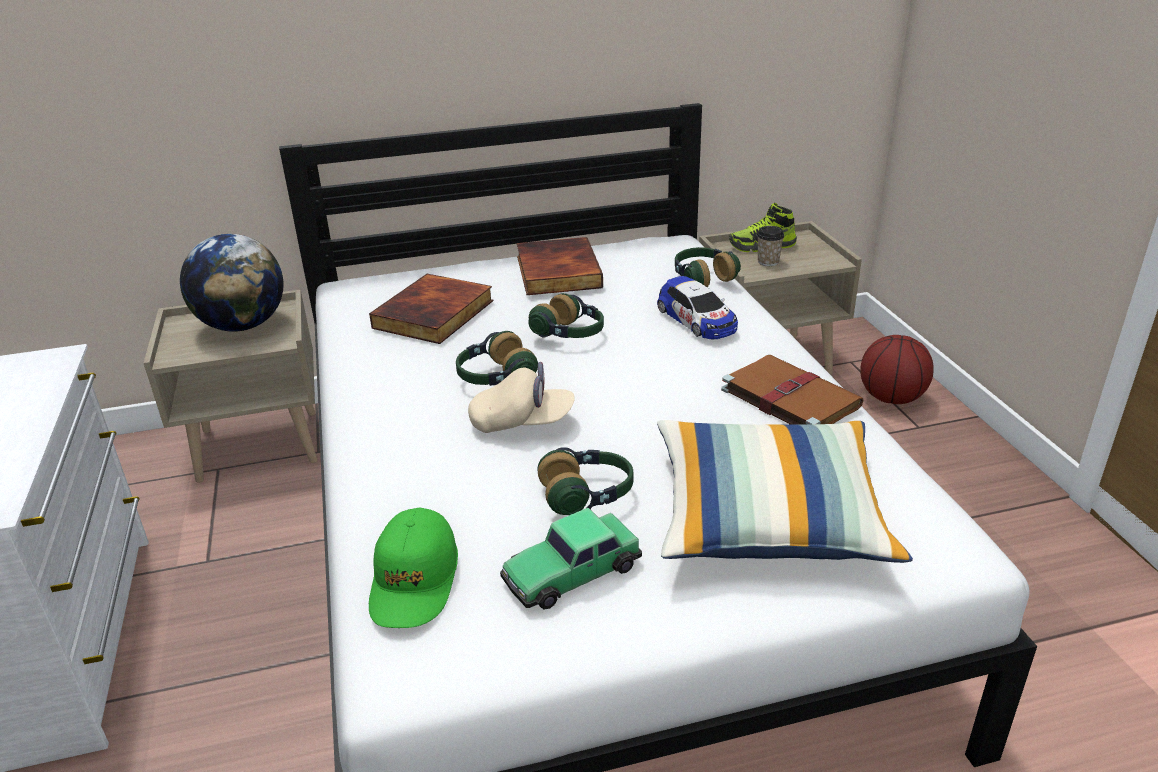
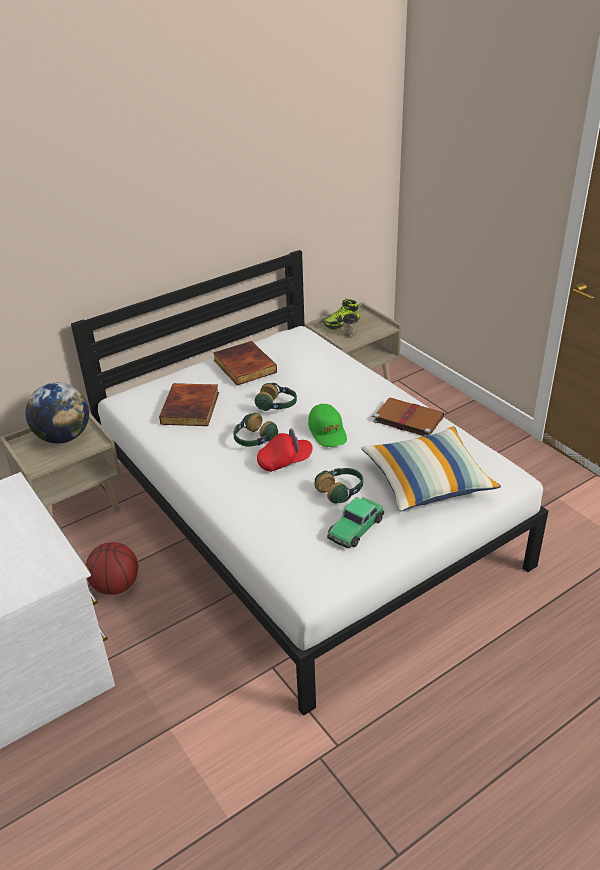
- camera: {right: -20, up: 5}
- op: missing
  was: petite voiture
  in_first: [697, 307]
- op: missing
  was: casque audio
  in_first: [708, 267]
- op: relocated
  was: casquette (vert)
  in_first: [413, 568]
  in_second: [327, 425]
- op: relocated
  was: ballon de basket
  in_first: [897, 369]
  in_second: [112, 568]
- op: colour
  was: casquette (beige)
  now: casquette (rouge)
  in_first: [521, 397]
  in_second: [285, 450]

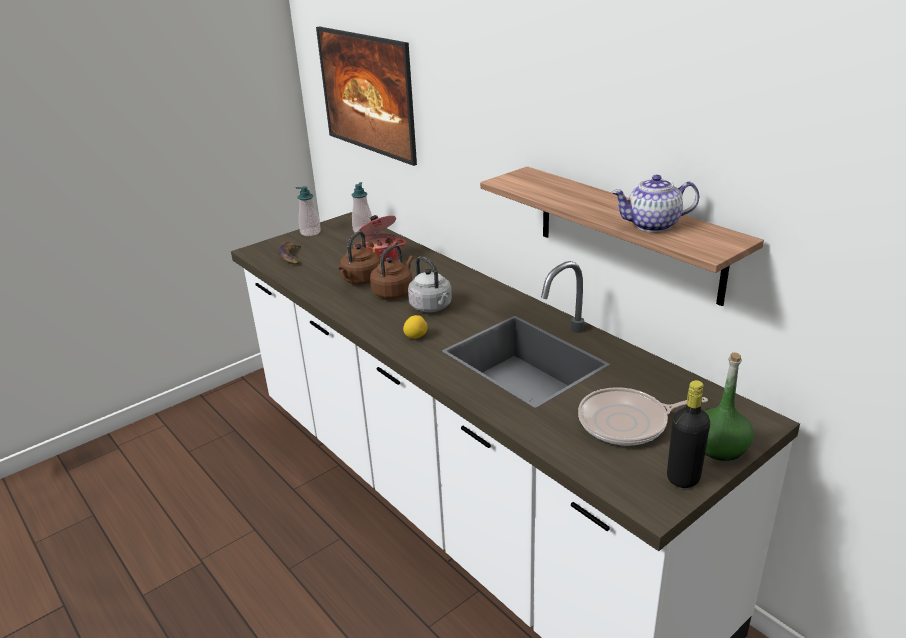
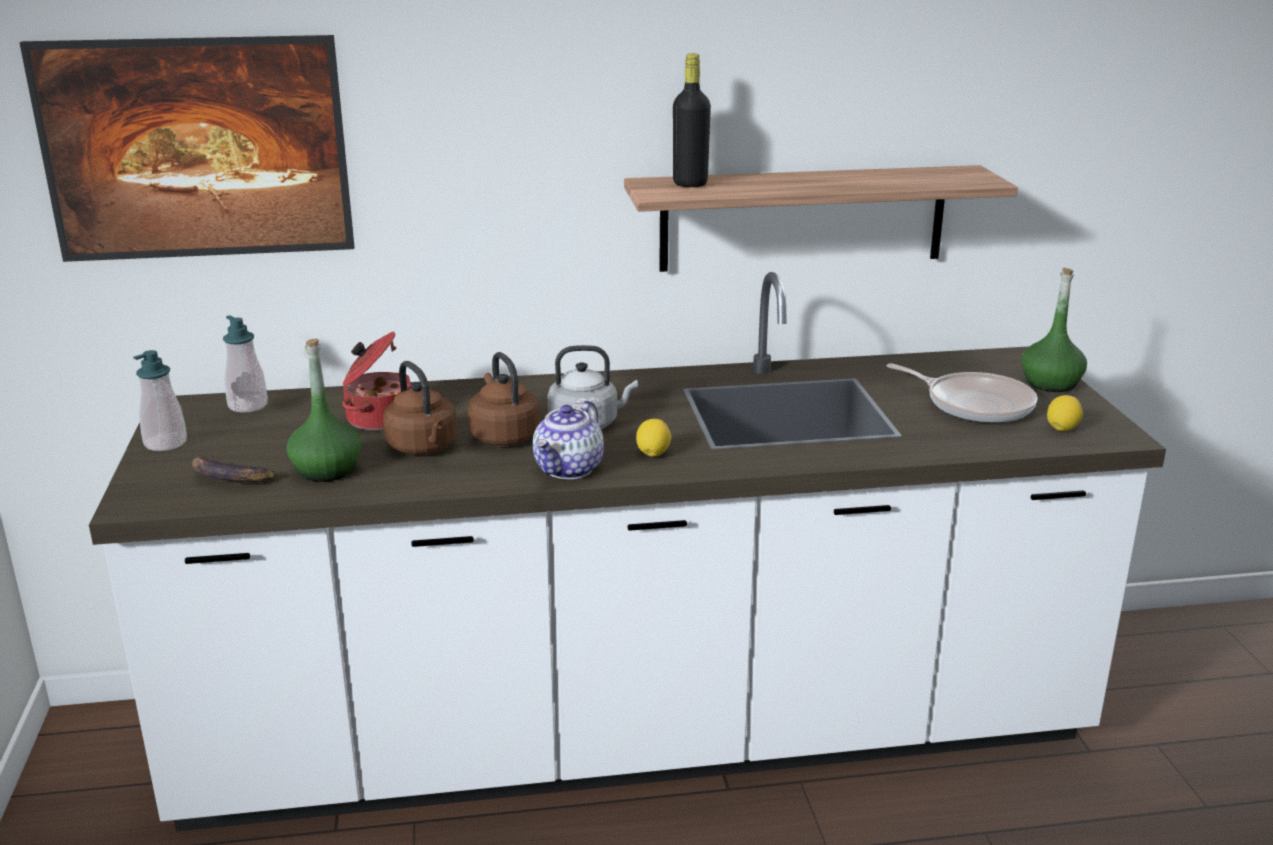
- camera: {right: -60, up: -5}
- op: appeared
  now: bouteille (vert)
  in_second: [324, 410]
- op: appeared
  now: citron
  in_second: [1065, 413]
- op: relocated
  was: théière
  in_first: [655, 203]
  in_second: [568, 439]
- op: relocated
  was: bouteille (noir)
  in_first: [688, 434]
  in_second: [692, 120]
- op: spun
  was: poêle
  in_first: [643, 416]
  in_second: [962, 393]
  clockwise: -75

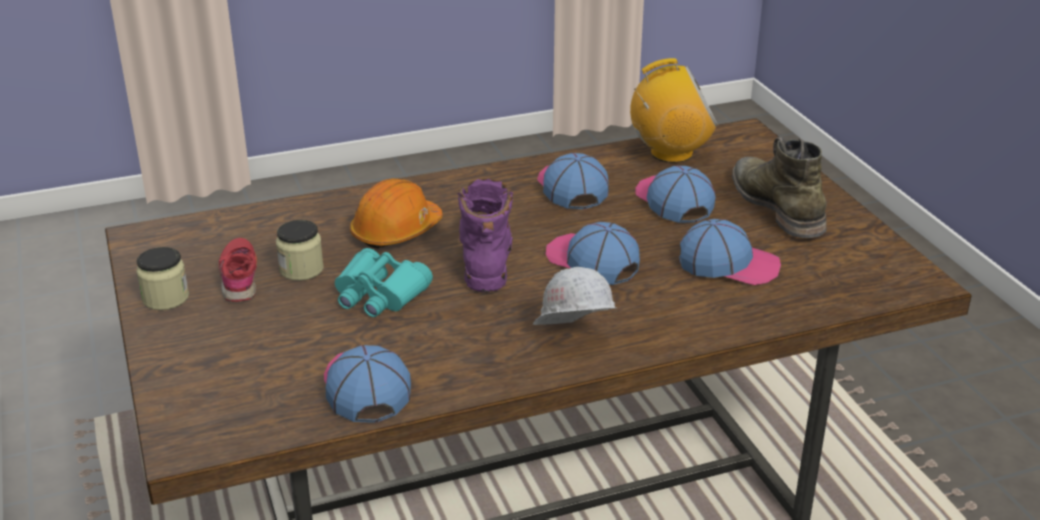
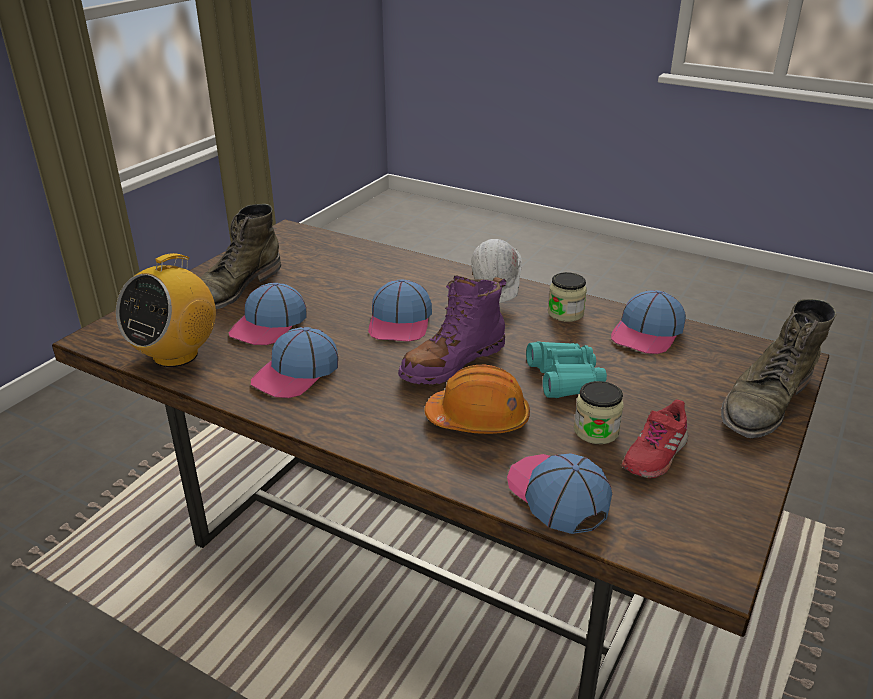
- camera: {right: -130, up: 0}
- op: appeared
  now: botte (vert)
  in_second: [778, 368]
- op: relocated
  was: bocal
  in_first: [162, 278]
  in_second: [567, 297]
- op: relocated
  was: casquette
  in_first: [730, 252]
  in_second: [559, 493]
- op: spun
  was: radio
  in_first: [674, 110]
  in_second: [166, 310]
  clockwise: -105

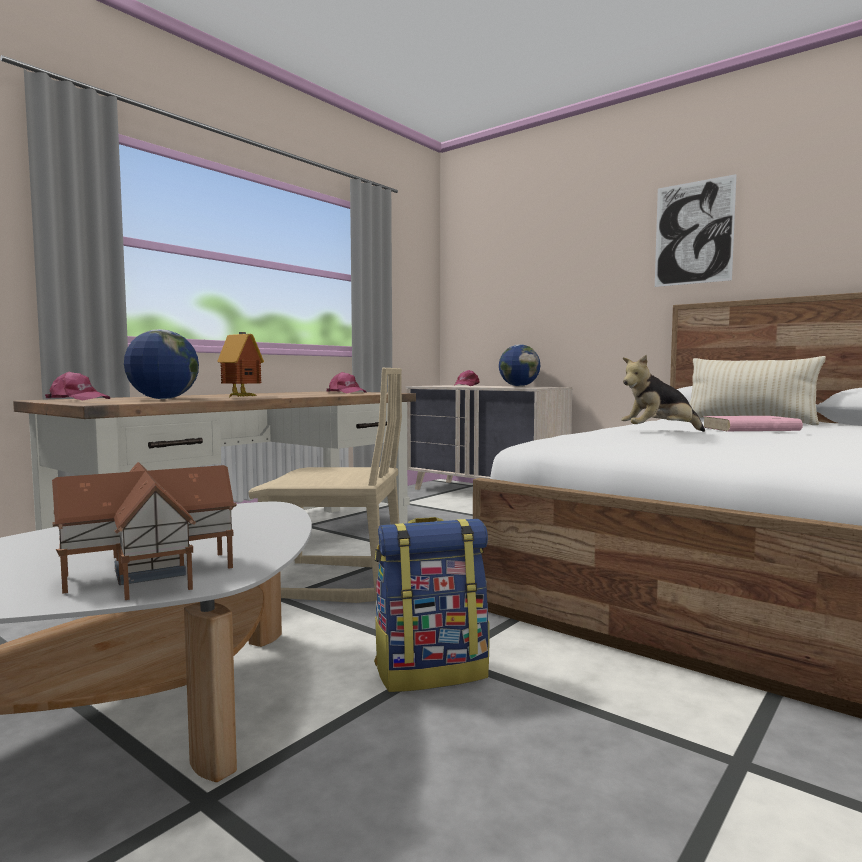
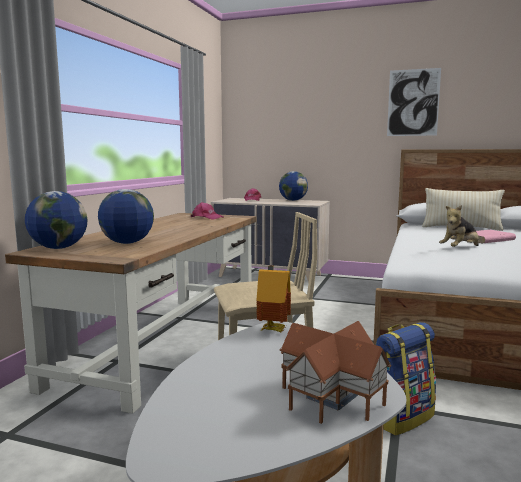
- camera: {right: -20, up: 5}
- op: relocated
  was: maison miniature
  in_first: [240, 364]
  in_second: [273, 298]
- op: exchanged
  was: casquette (rose)
  now: globe
  in_first: [77, 386]
  in_second: [56, 220]

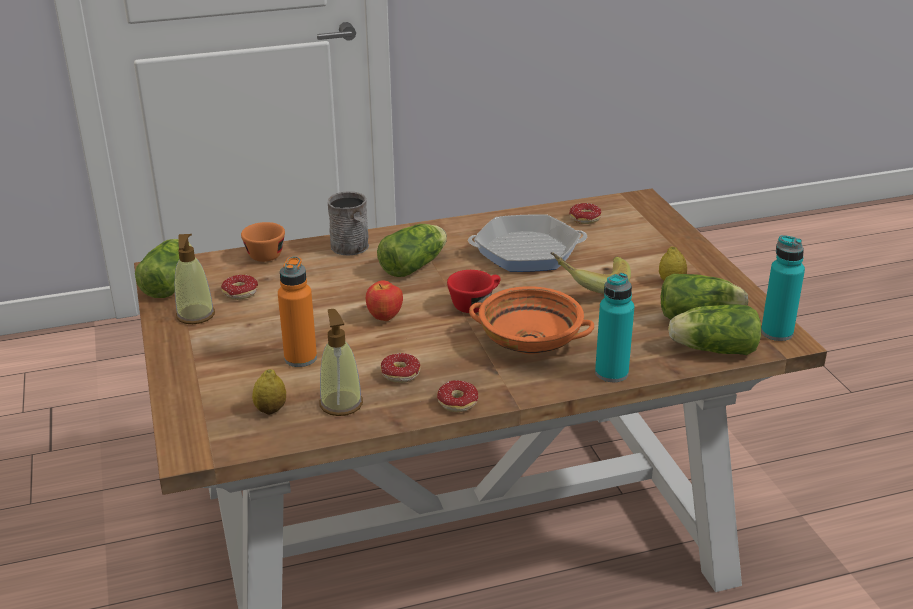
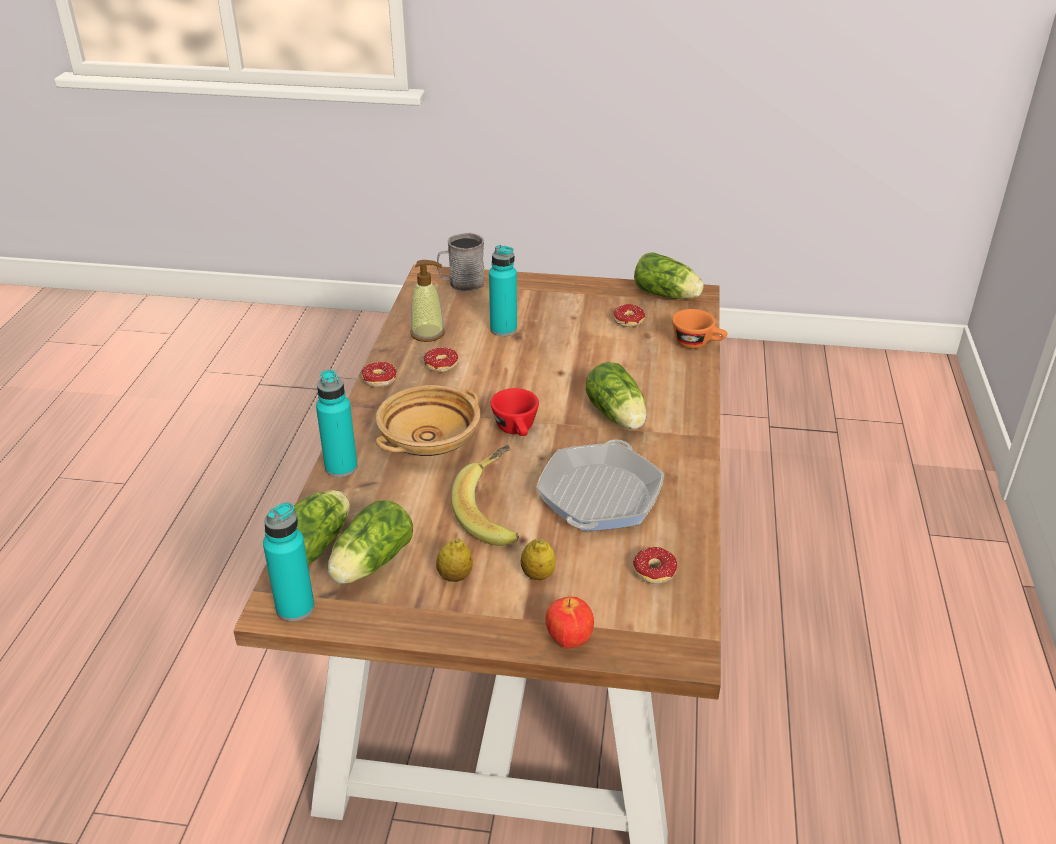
- camera: {right: 115, up: 5}
- op: missing
  was: distributeur de savon
  in_first: [195, 279]
- op: relocated
  was: citron
  in_first: [269, 392]
  in_second: [538, 560]
- op: relocated
  was: mug (gris)
  in_first: [348, 223]
  in_second: [461, 262]
- op: relocated
  was: pomme
  in_first: [384, 300]
  in_second: [570, 623]
- op: colour
  was: bouteille (orange)
  now: bouteille (turquoise)
  in_first: [297, 312]
  in_second: [503, 290]
- op: colour
  was: bol (orange)
  now: bol (beige)
  in_first: [531, 320]
  in_second: [428, 420]

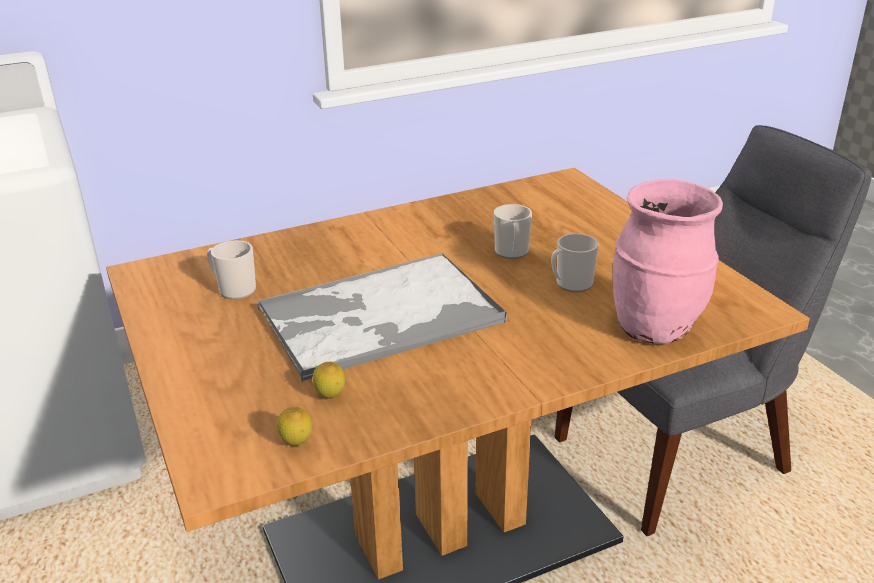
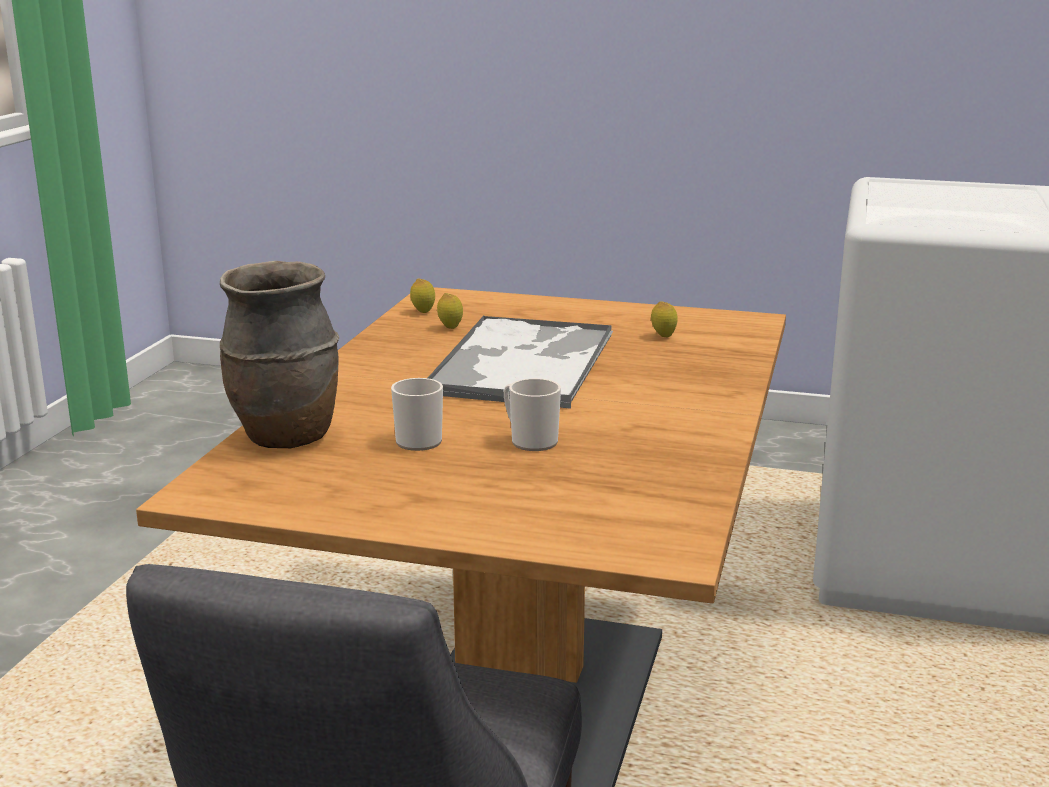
- camera: {right: 130, up: -10}
- op: exchanged
  was: mug
  now: citron
  in_first: [231, 270]
  in_second: [664, 319]
- op: colour
  was: vase (rose)
  now: vase (marron)
  in_first: [668, 261]
  in_second: [279, 354]

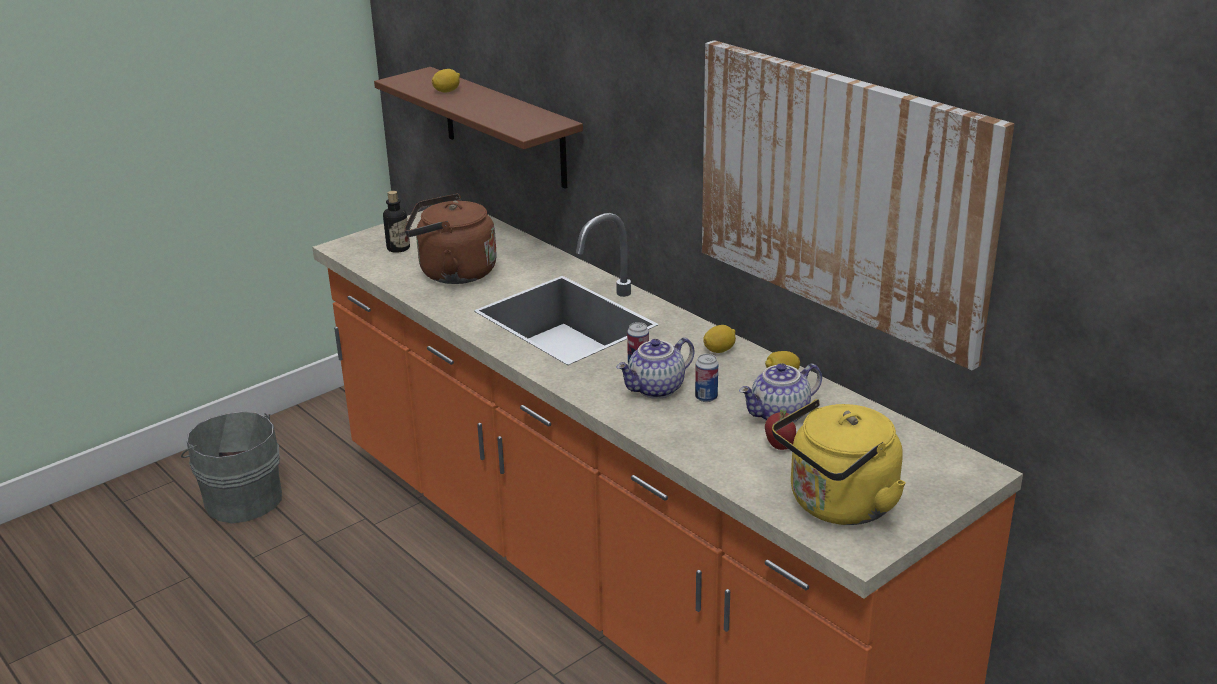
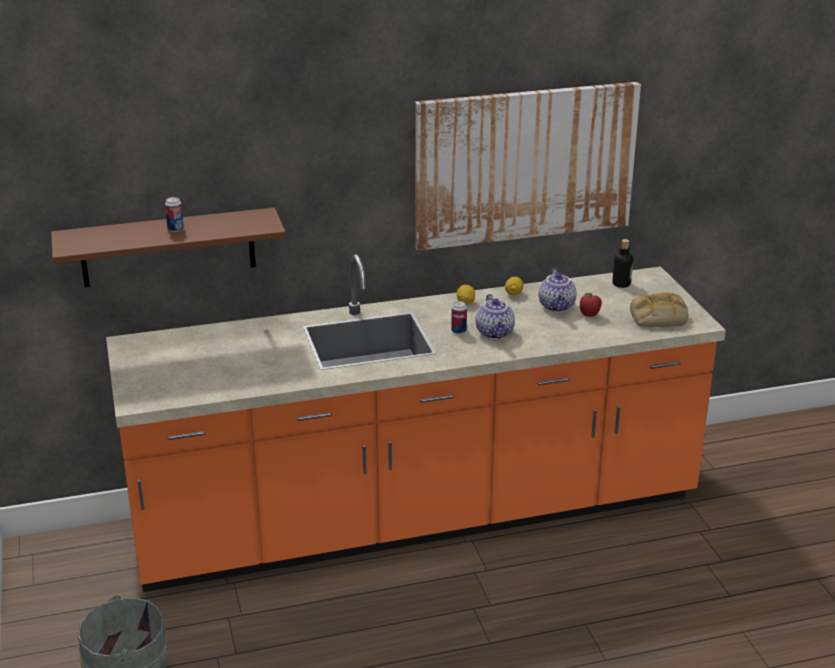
- camera: {right: -65, up: 0}
- op: missing
  was: bouilloire (marron)
  in_first: [450, 239]
- op: missing
  was: citron
  in_first: [446, 81]
- op: relocated
  was: bouteille
  in_first: [396, 222]
  in_second: [622, 263]
- op: relocated
  was: boîte métallique
  in_first: [706, 378]
  in_second: [174, 214]
- op: exchanged
  was: bouilloire (jaune)
  now: pain
  in_first: [839, 462]
  in_second: [659, 309]

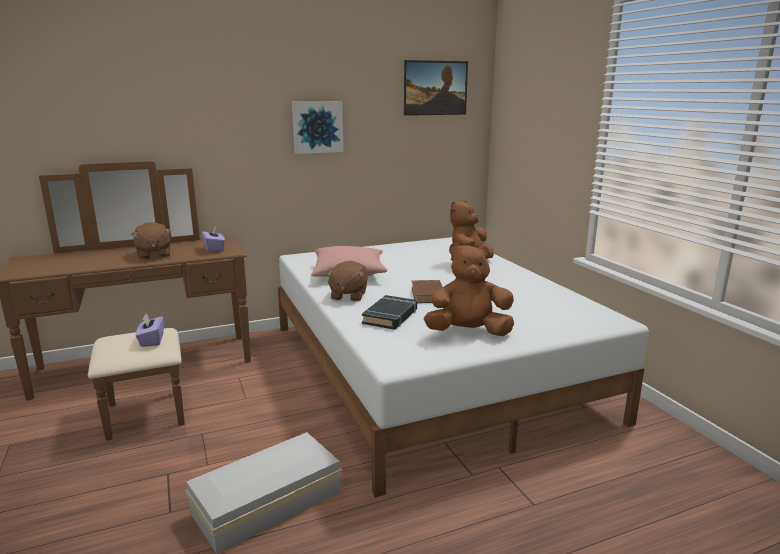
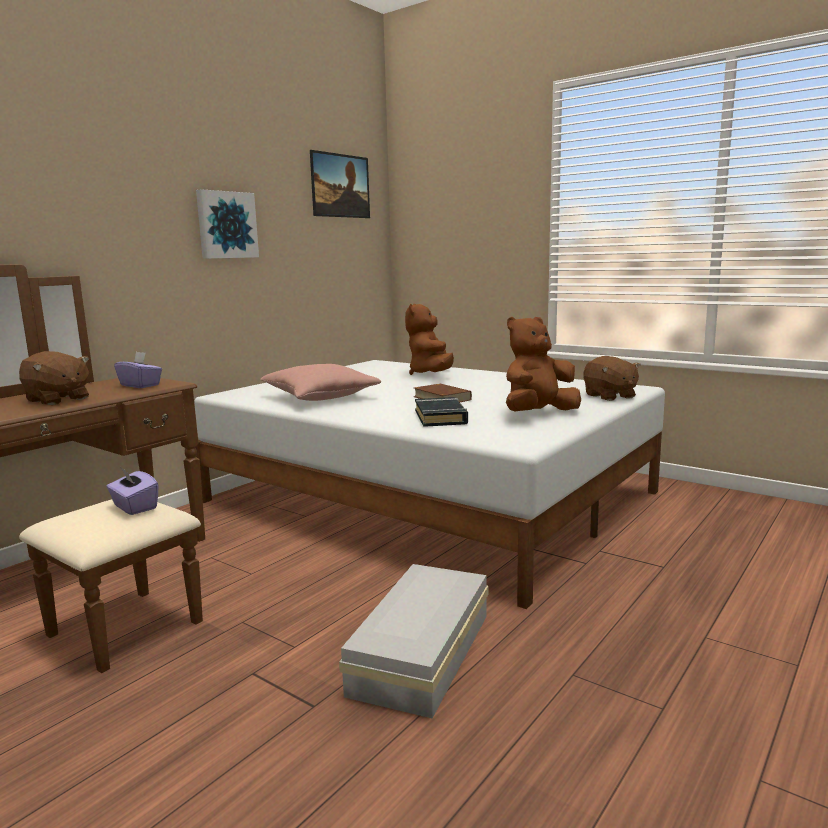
- camera: {right: -30, up: -5}
- op: relocated
  was: peluche (marron)
  in_first: [347, 281]
  in_second: [612, 378]

